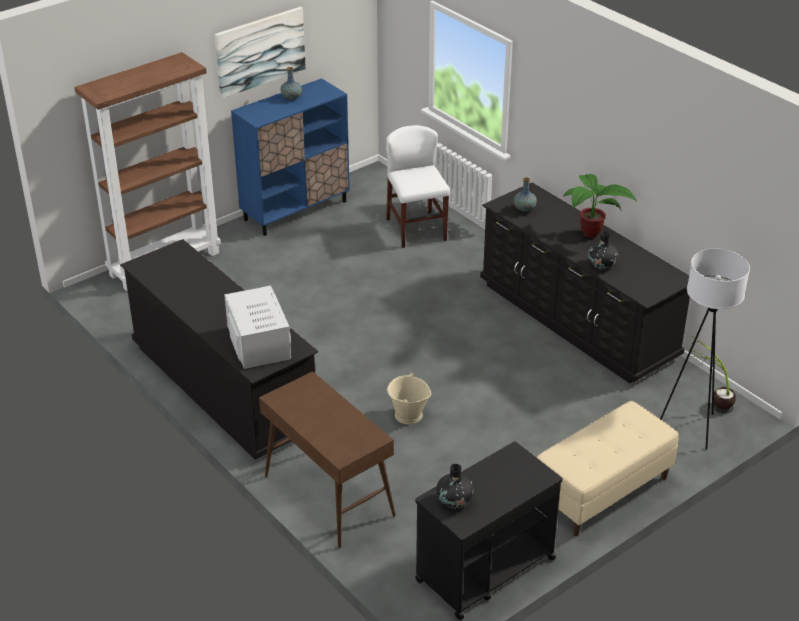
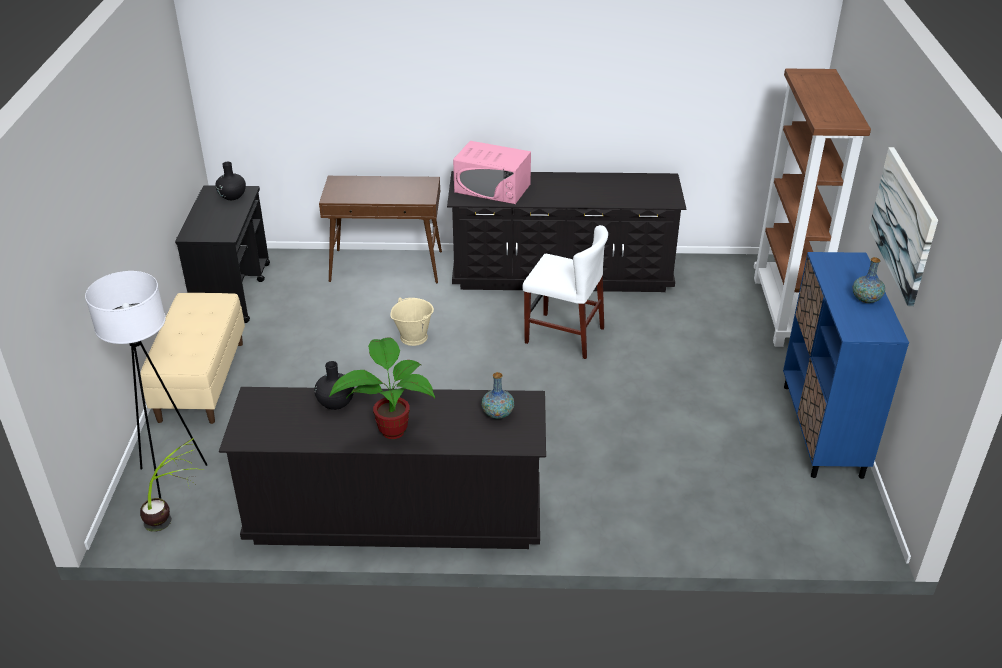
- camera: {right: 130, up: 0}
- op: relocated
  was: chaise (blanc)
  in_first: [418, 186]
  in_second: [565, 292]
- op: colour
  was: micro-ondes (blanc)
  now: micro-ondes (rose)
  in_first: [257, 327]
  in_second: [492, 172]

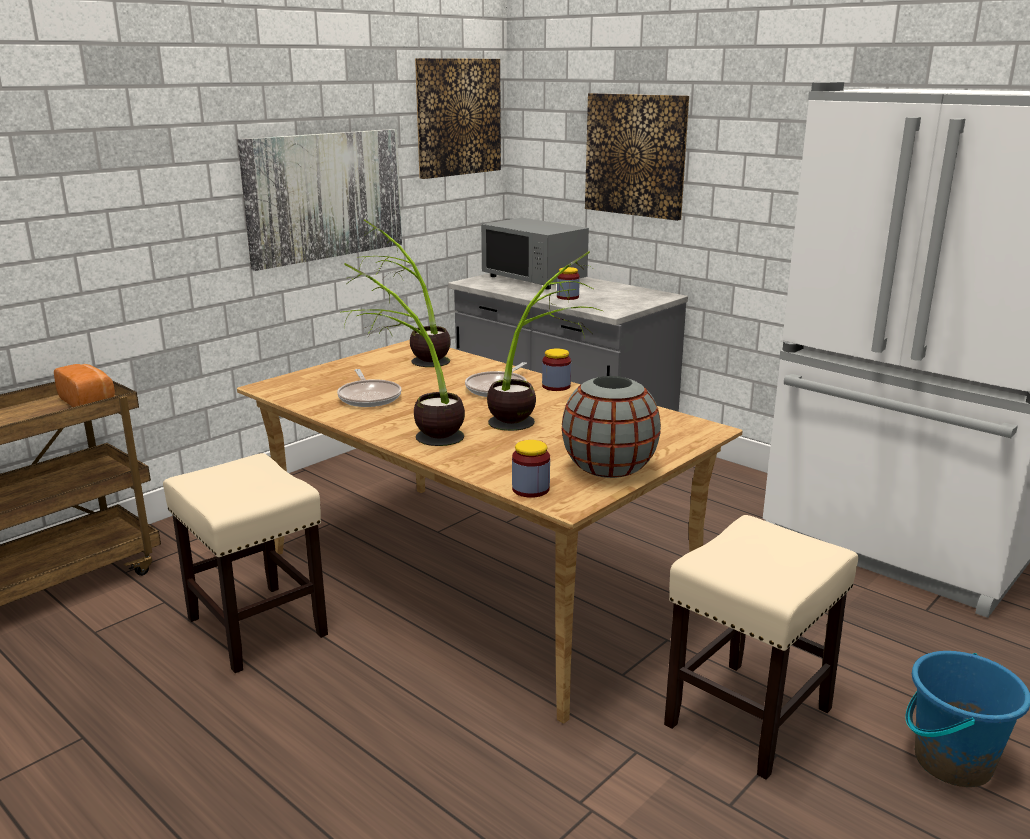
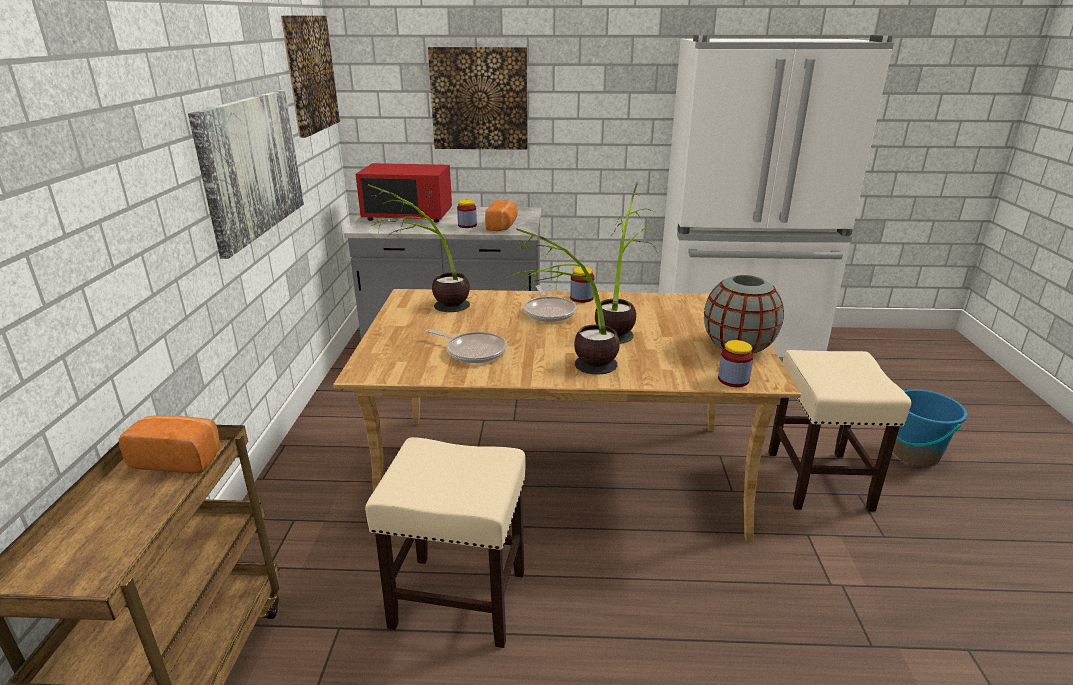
- camera: {right: -40, up: 5}
- op: appeared
  now: pain
  in_second: [501, 215]
- op: colour
  was: micro-ondes (gris)
  now: micro-ondes (rouge)
  in_first: [535, 253]
  in_second: [404, 192]

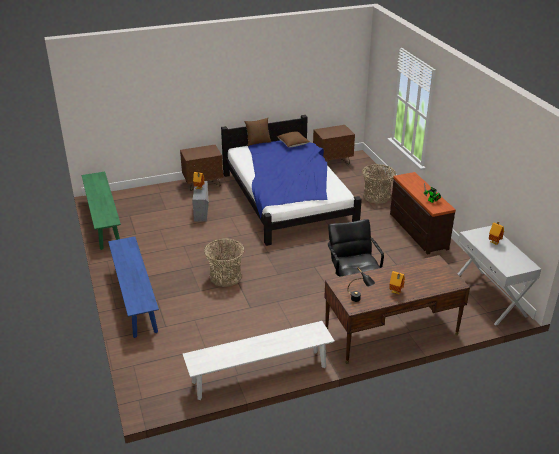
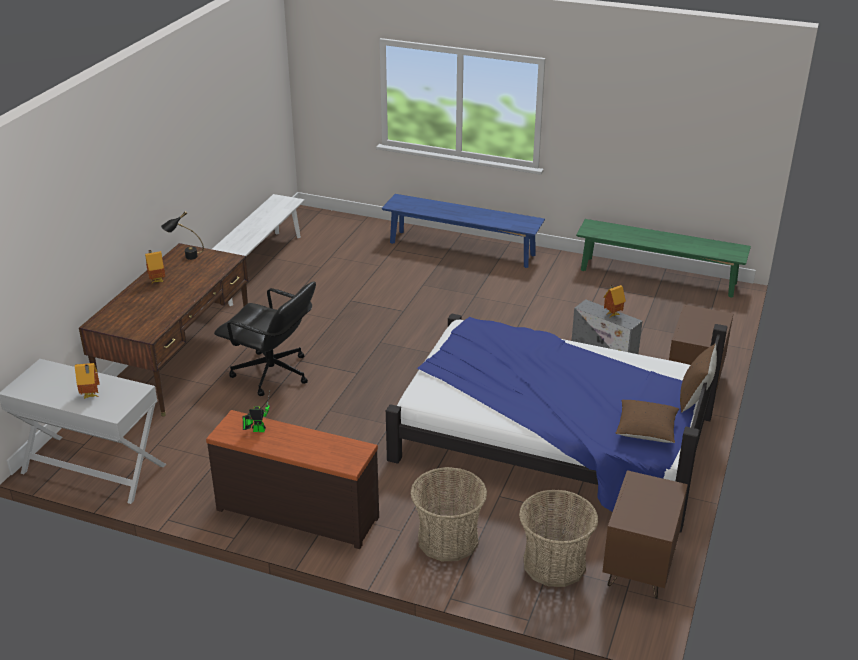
- camera: {right: 130, up: 0}
- op: relocated
  was: panier
  in_first: [224, 262]
  in_second: [558, 538]

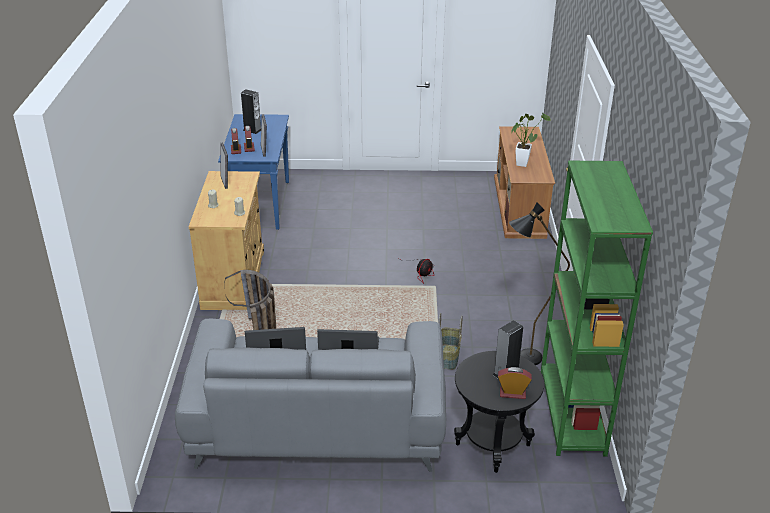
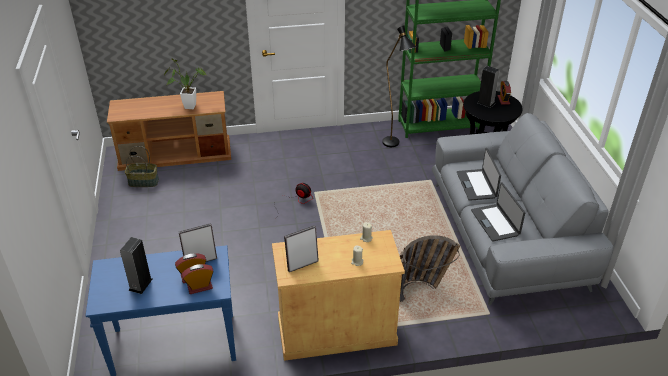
- camera: {right: -100, up: 5}
- op: relocated
  was: panier
  in_first: [450, 341]
  in_second: [142, 166]

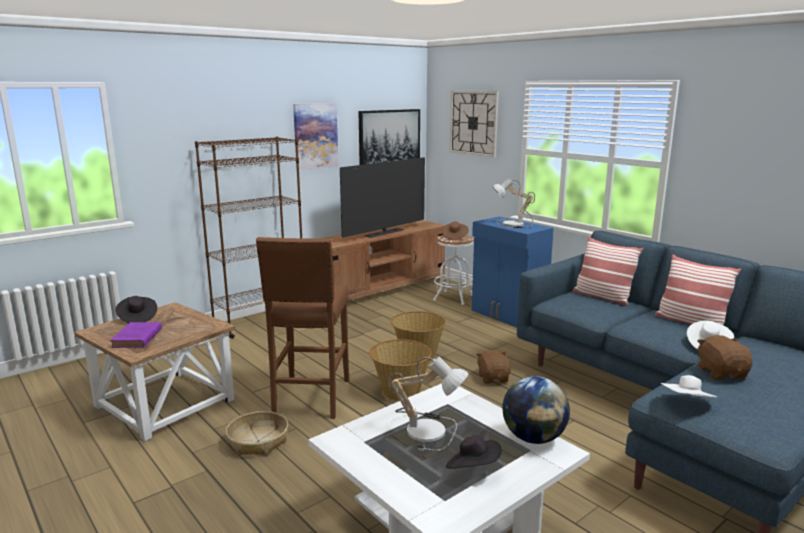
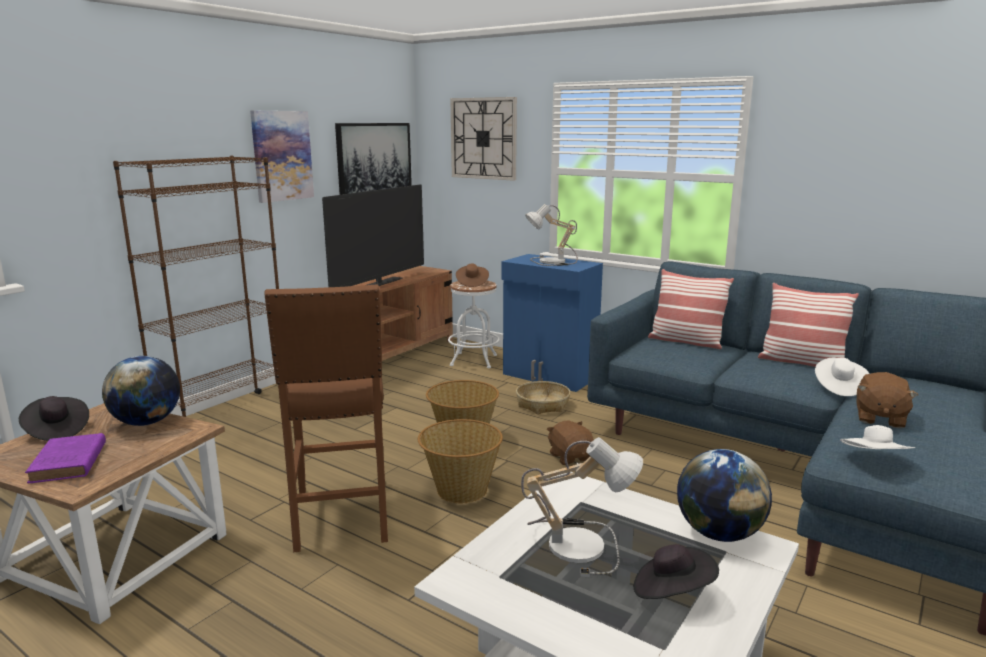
- camera: {right: -15, up: 0}
- op: appeared
  now: globe
  in_second: [141, 391]
- op: relocated
  was: panier
  in_first: [257, 433]
  in_second: [543, 397]
- op: spun
  was: peluche (marron)
  in_first: [725, 357]
  in_second: [887, 400]
  clockwise: -135

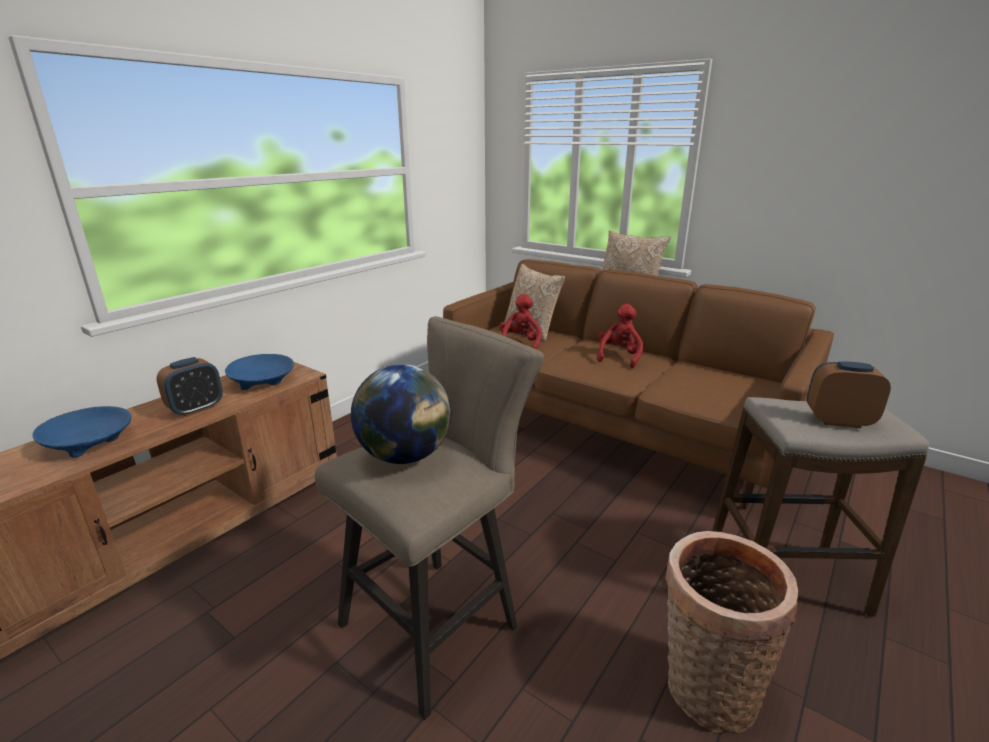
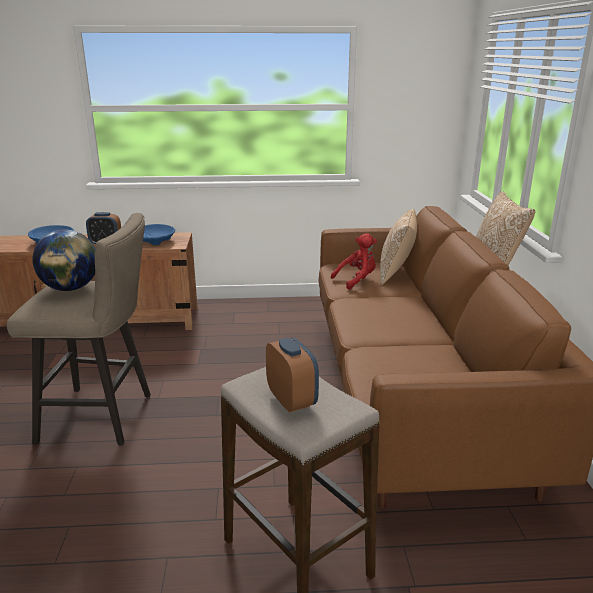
- camera: {right: 50, up: 0}
- op: missing
  was: peluche (rouge)
  in_first: [620, 336]
- op: missing
  was: panier
  in_first: [731, 632]

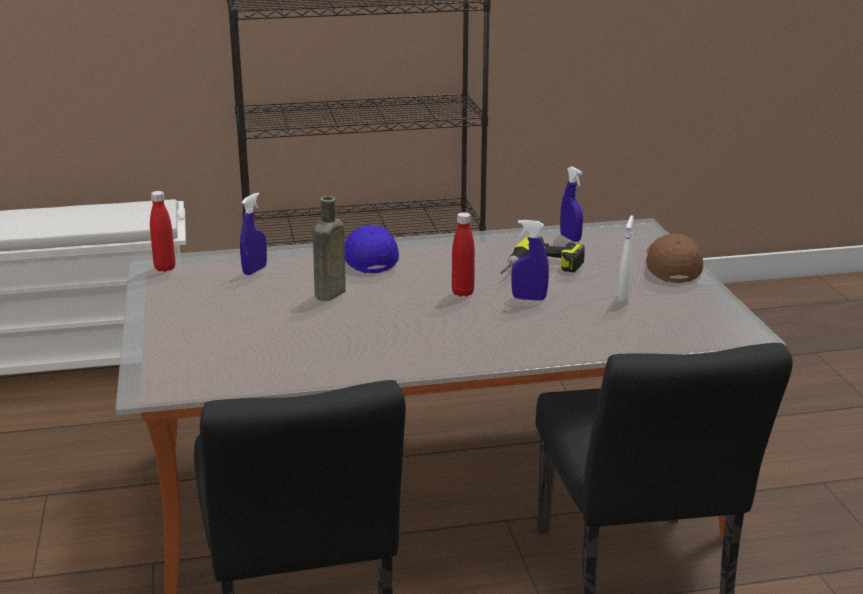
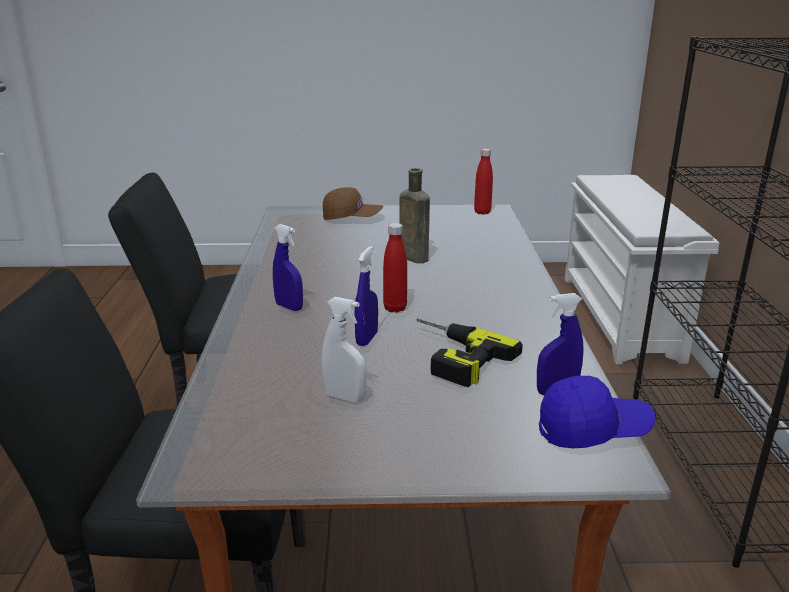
- camera: {right: 100, up: 0}
- op: relocated
  was: vaporisateur (bleu)
  in_first: [253, 234]
  in_second: [288, 267]
- op: relocated
  was: casquette (bleu)
  in_first: [371, 249]
  in_second: [597, 412]
- op: relocated
  was: casquette (marron)
  in_first: [674, 258]
  in_second: [353, 203]

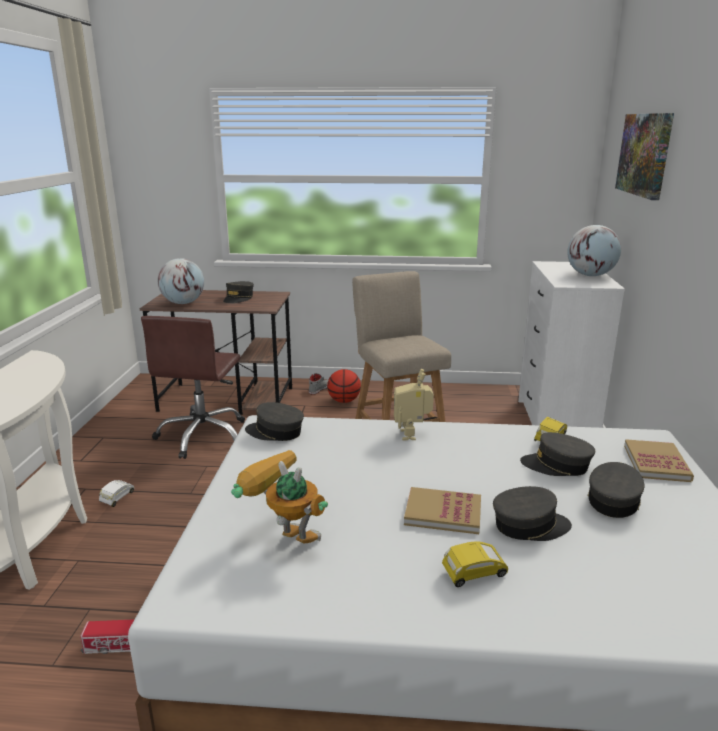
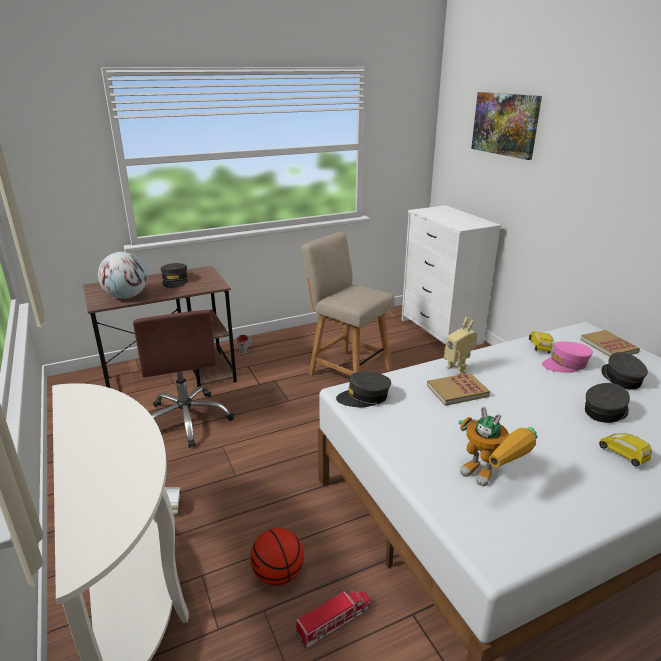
- camera: {right: -30, up: 5}
- op: missing
  was: globe
  in_first: [594, 250]
- op: relocated
  was: ballon de basket
  in_first: [344, 386]
  in_second: [277, 557]
- op: relocated
  was: livre
  in_first: [442, 510]
  in_second: [458, 389]
- op: colour
  was: casquette (gris)
  now: casquette (rose)
  in_first: [557, 454]
  in_second: [567, 357]
- op: spun
  was: robot jouet
  in_first: [279, 496]
  in_second: [498, 446]
  clockwise: -135
- op: spun
  was: petite voiture (jaune)
  in_first: [475, 564]
  in_second: [625, 450]
  clockwise: -75

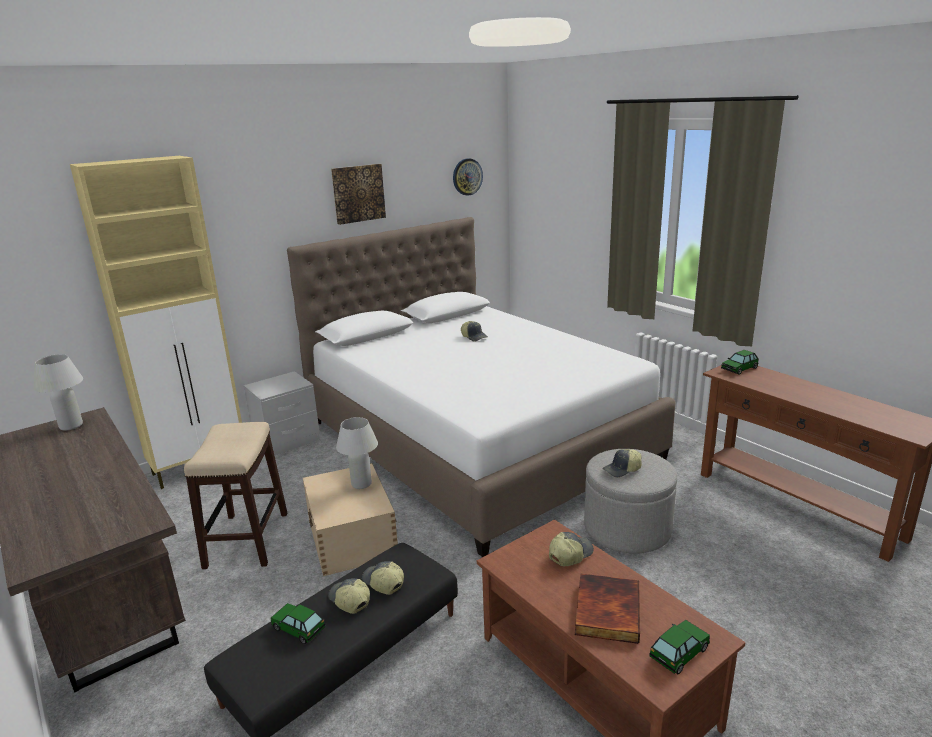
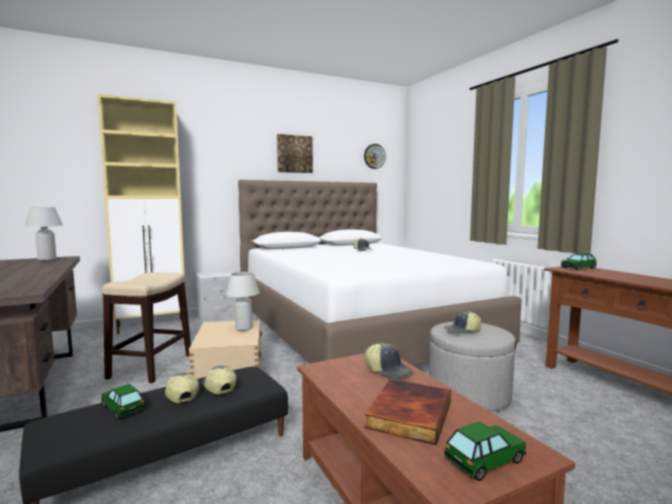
- camera: {right: 10, up: -15}
- op: spun
  was: casquette
  in_first: [571, 549]
  in_second: [389, 361]
  clockwise: 75

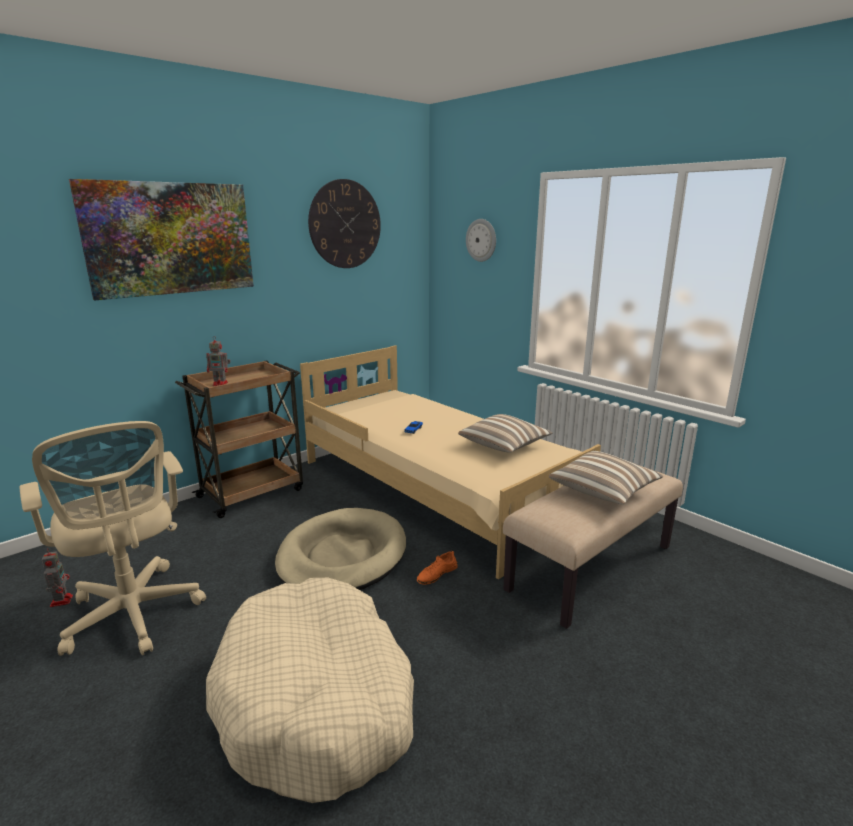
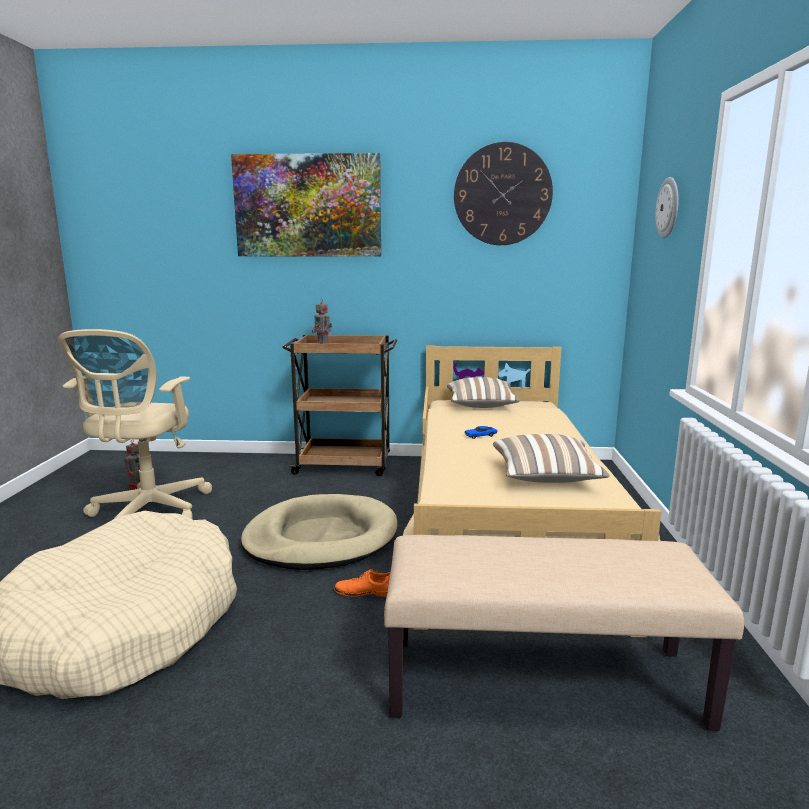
- camera: {right: 45, up: -5}
- op: relocated
  was: coussin
  in_first: [606, 478]
  in_second: [483, 392]

